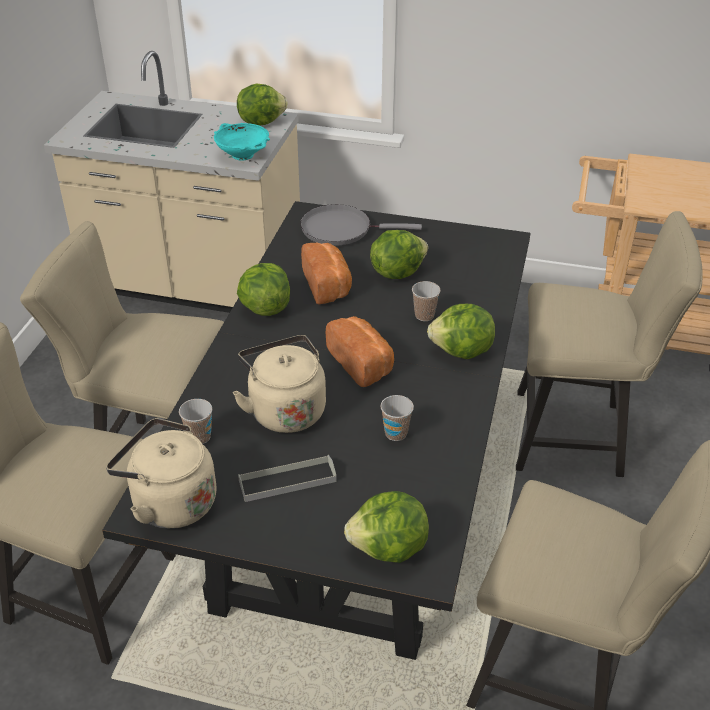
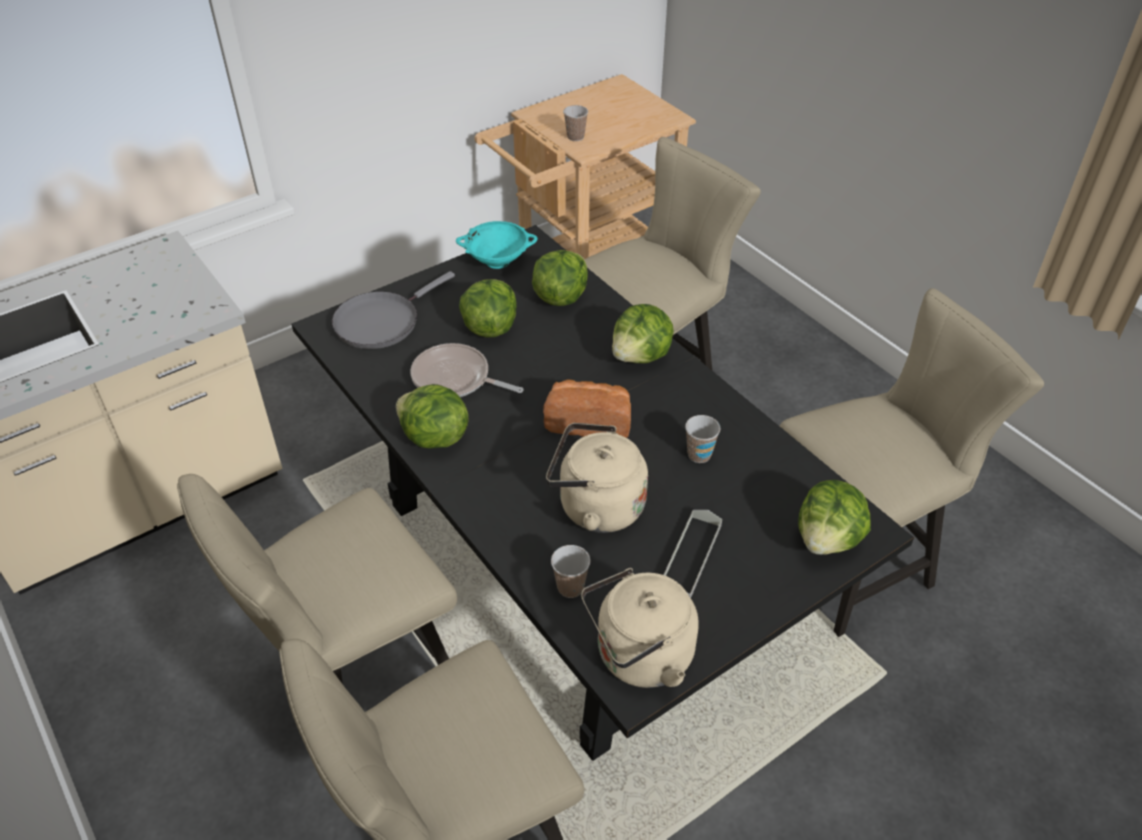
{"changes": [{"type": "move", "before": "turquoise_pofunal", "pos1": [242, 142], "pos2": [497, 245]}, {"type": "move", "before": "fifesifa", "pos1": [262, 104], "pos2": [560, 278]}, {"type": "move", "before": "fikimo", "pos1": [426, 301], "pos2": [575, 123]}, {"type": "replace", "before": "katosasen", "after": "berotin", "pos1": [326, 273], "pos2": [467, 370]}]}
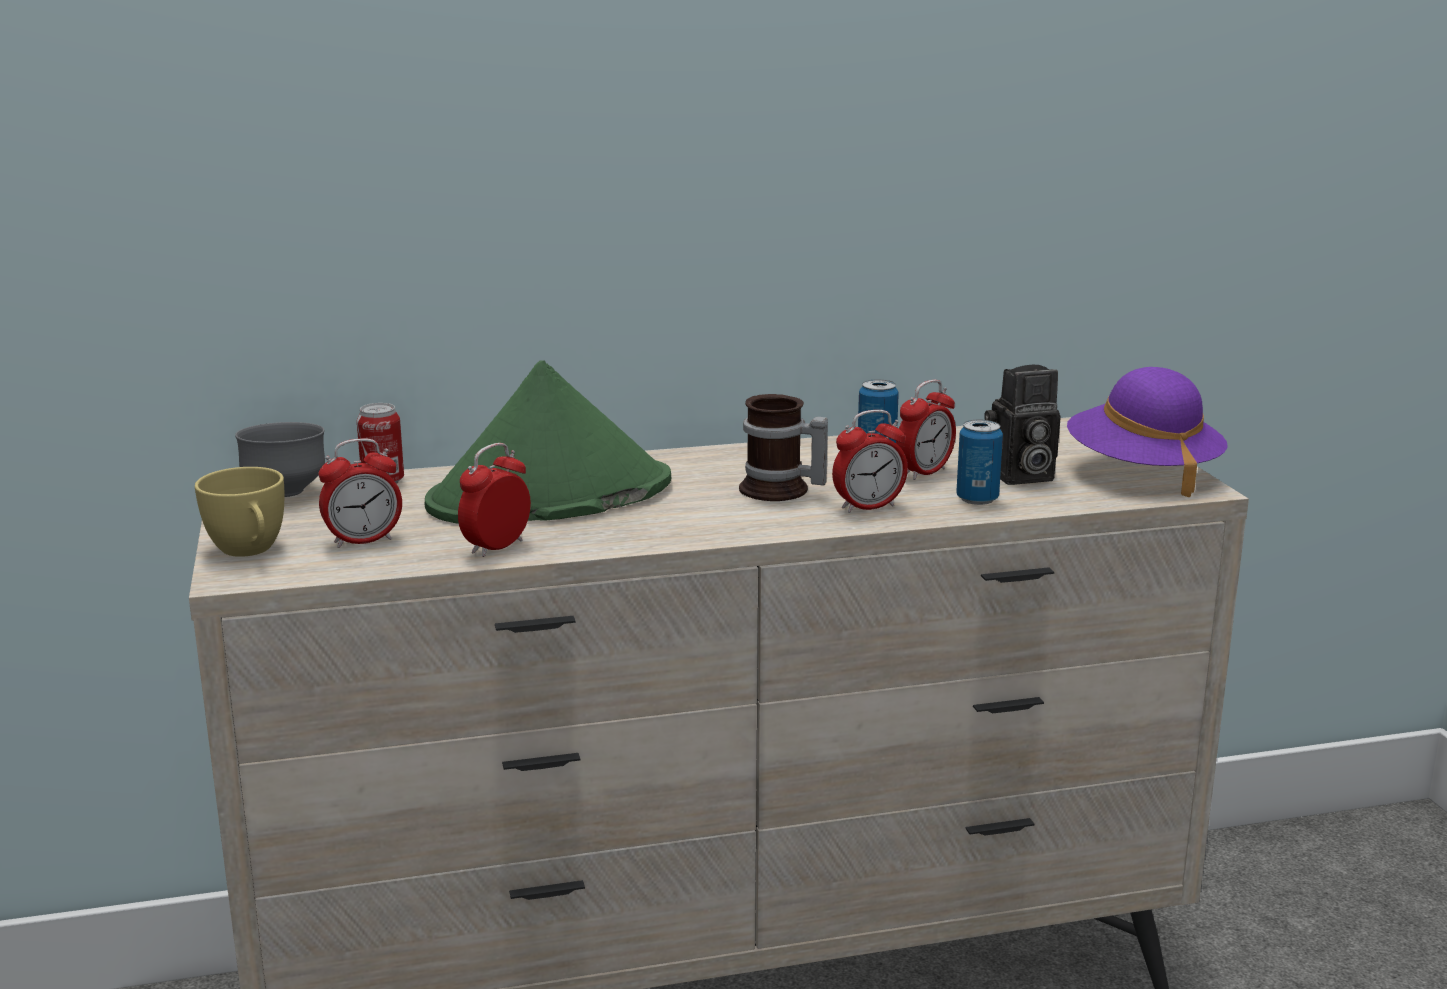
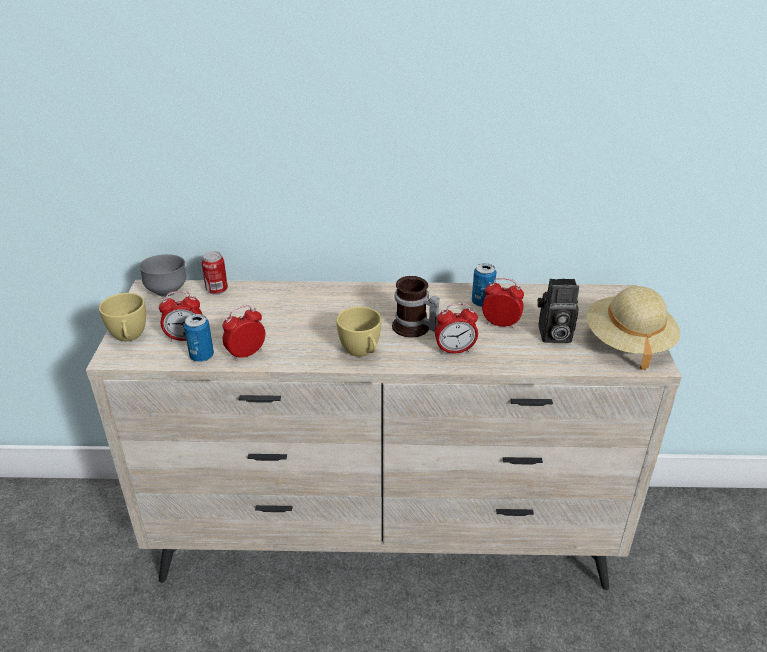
{"changes": [{"type": "delete", "before": "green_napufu", "pos1": [548, 442]}, {"type": "insert", "after": "yellow_fikimo", "pos2": [359, 331]}, {"type": "move", "before": "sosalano", "pos1": [979, 462], "pos2": [199, 338]}, {"type": "recolor", "before": "purple_napufu", "after": "beige_napufu", "pos1": [1147, 432], "pos2": [633, 328]}, {"type": "rotate", "before": "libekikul", "pos1": [926, 430], "pos2": [503, 303], "turn": -135}]}
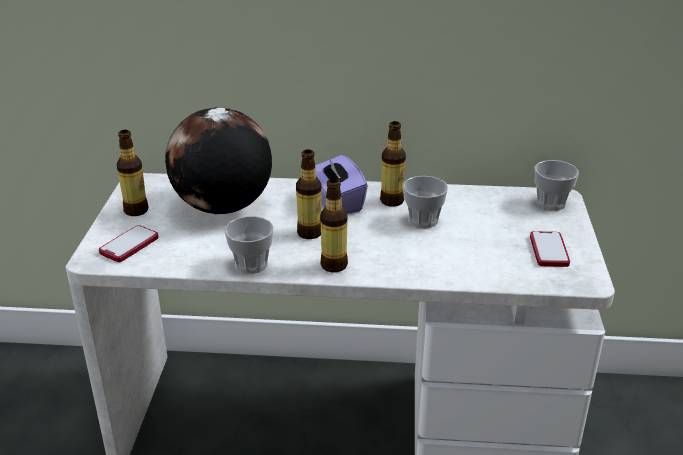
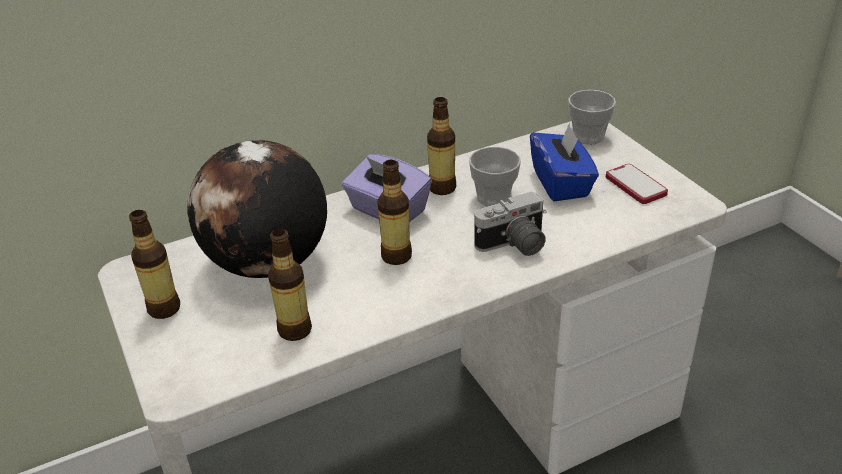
{"changes": [{"type": "delete", "before": "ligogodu", "pos1": [129, 243]}, {"type": "delete", "before": "fikimo", "pos1": [249, 245]}, {"type": "insert", "after": "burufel", "pos2": [510, 223]}, {"type": "insert", "after": "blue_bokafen", "pos2": [564, 162]}, {"type": "move", "before": "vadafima", "pos1": [334, 225], "pos2": [290, 285]}]}
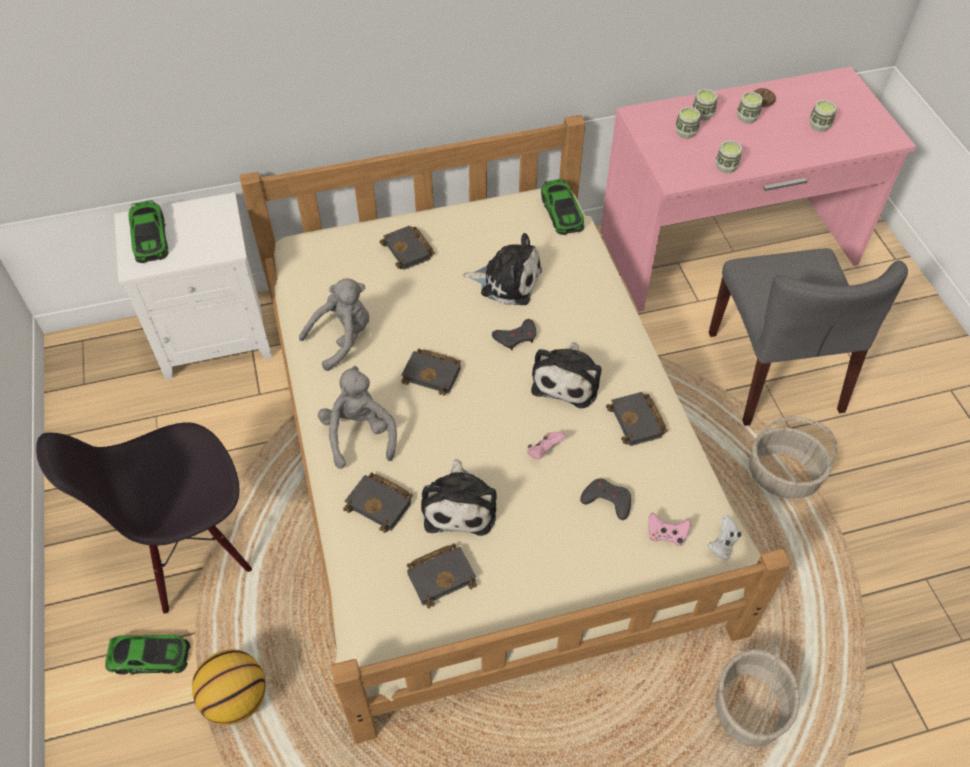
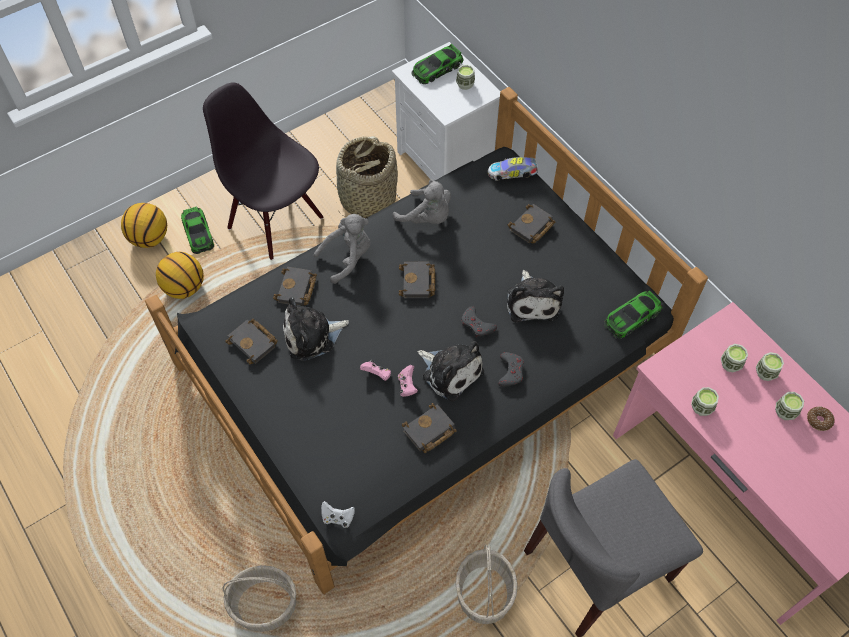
{"changes": [{"type": "insert", "after": "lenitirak", "pos2": [144, 225]}, {"type": "insert", "after": "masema", "pos2": [367, 177]}, {"type": "insert", "after": "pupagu", "pos2": [513, 169]}, {"type": "move", "before": "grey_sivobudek", "pos1": [605, 499], "pos2": [511, 369]}, {"type": "move", "before": "pink_sivobudek", "pos1": [669, 529], "pos2": [408, 381]}, {"type": "move", "before": "fikimo", "pos1": [823, 116], "pos2": [465, 77]}, {"type": "recolor", "before": "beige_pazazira", "after": "black_pazazira", "pos1": [515, 429], "pos2": [426, 340]}, {"type": "rotate", "before": "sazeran", "pos1": [566, 375], "pos2": [450, 371], "turn": -135}]}
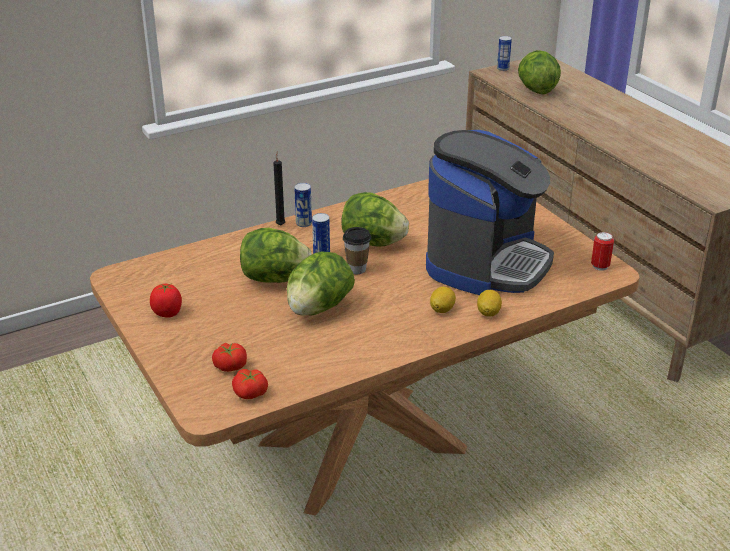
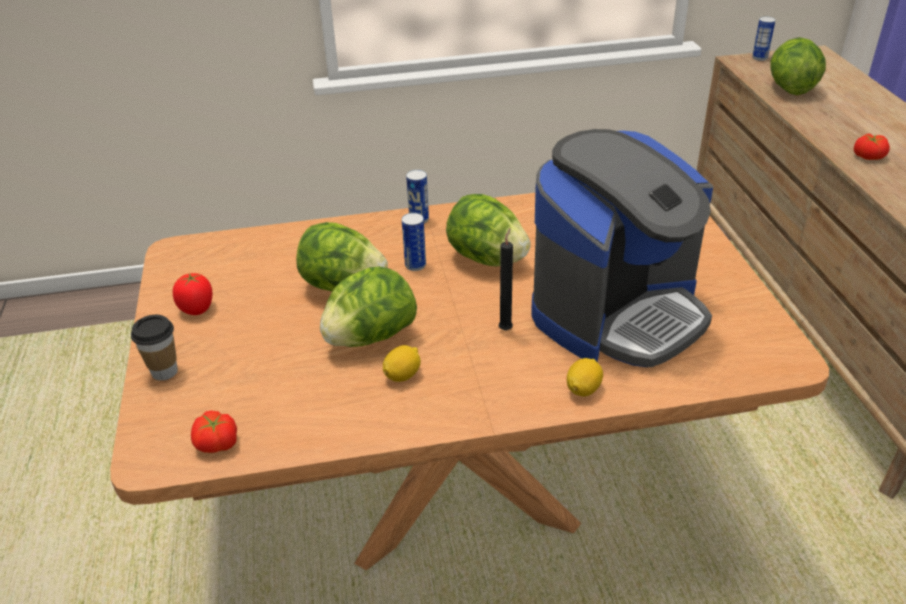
{"changes": [{"type": "delete", "before": "sosalano", "pos1": [602, 251]}, {"type": "move", "before": "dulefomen", "pos1": [229, 357], "pos2": [872, 147]}, {"type": "move", "before": "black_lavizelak", "pos1": [279, 188], "pos2": [506, 279]}, {"type": "move", "before": "fikimo", "pos1": [357, 250], "pos2": [154, 348]}, {"type": "move", "before": "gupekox", "pos1": [443, 300], "pos2": [402, 363]}]}
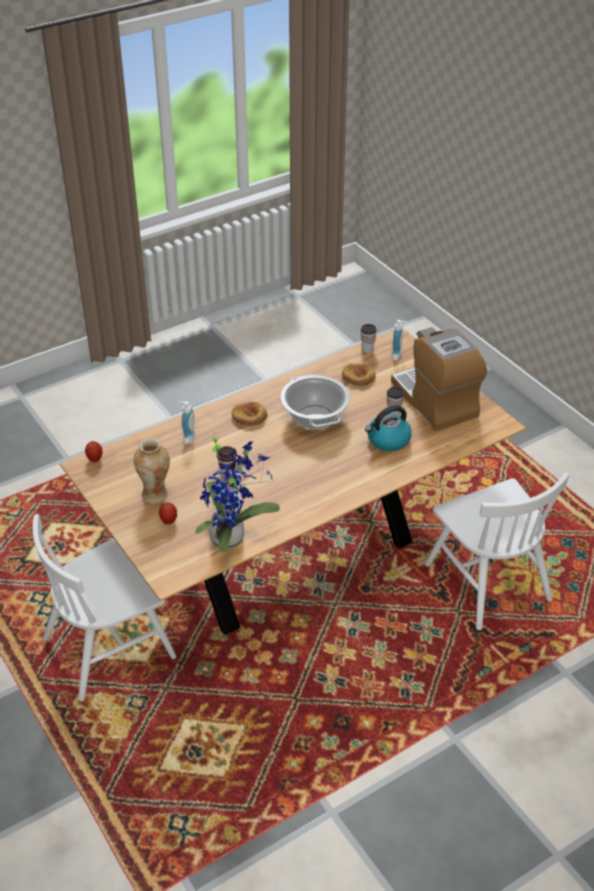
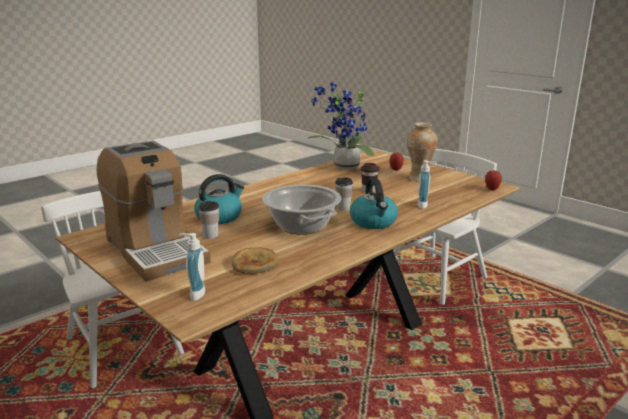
{"changes": [{"type": "move", "before": "fikimo", "pos1": [369, 338], "pos2": [344, 194]}, {"type": "replace", "before": "katosasen", "after": "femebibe", "pos1": [250, 414], "pos2": [374, 203]}]}
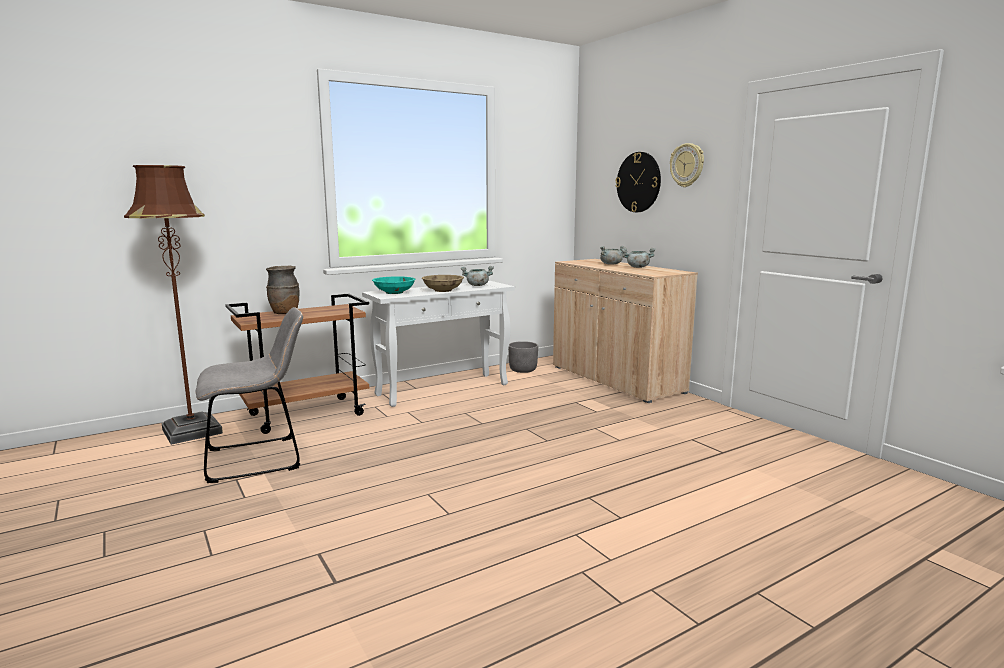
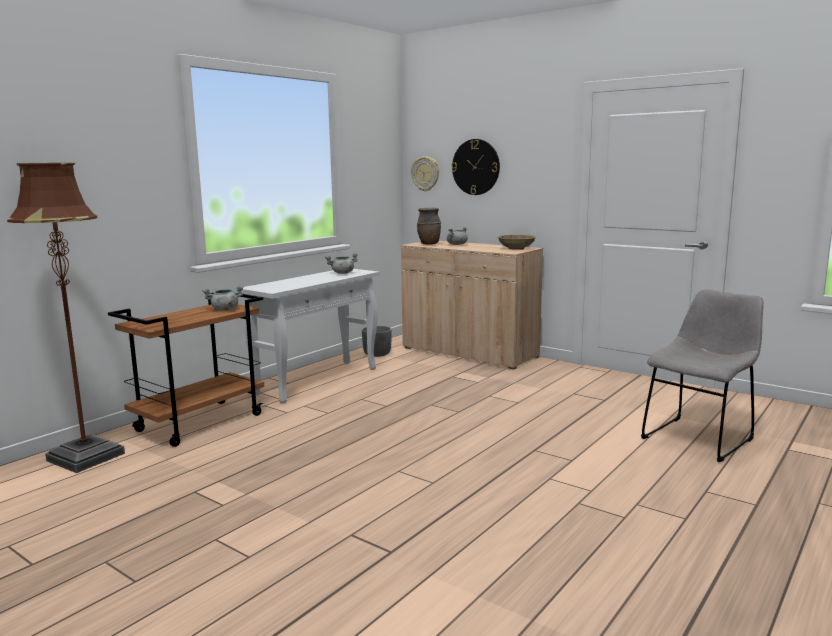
{"changes": [{"type": "delete", "before": "turquoise_pofunal", "pos1": [394, 285]}, {"type": "move", "before": "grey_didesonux", "pos1": [249, 395], "pos2": [702, 375]}, {"type": "move", "before": "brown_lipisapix", "pos1": [282, 290], "pos2": [429, 226]}, {"type": "move", "before": "beige_pofunal", "pos1": [443, 283], "pos2": [517, 242]}, {"type": "move", "before": "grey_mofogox", "pos1": [638, 258], "pos2": [222, 298]}, {"type": "move", "before": "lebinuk", "pos1": [687, 165], "pos2": [425, 174]}]}
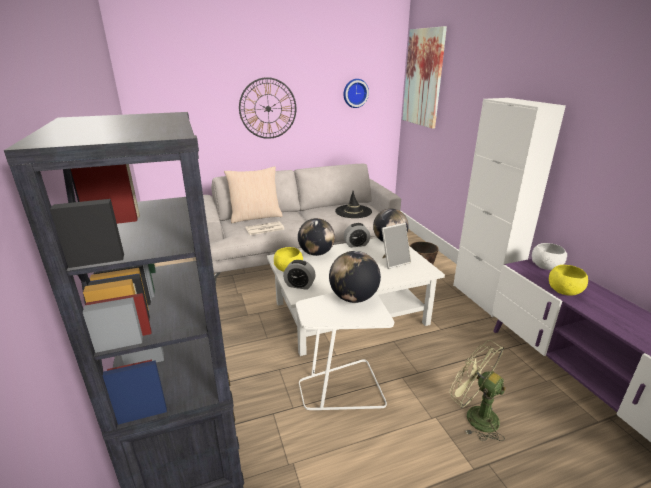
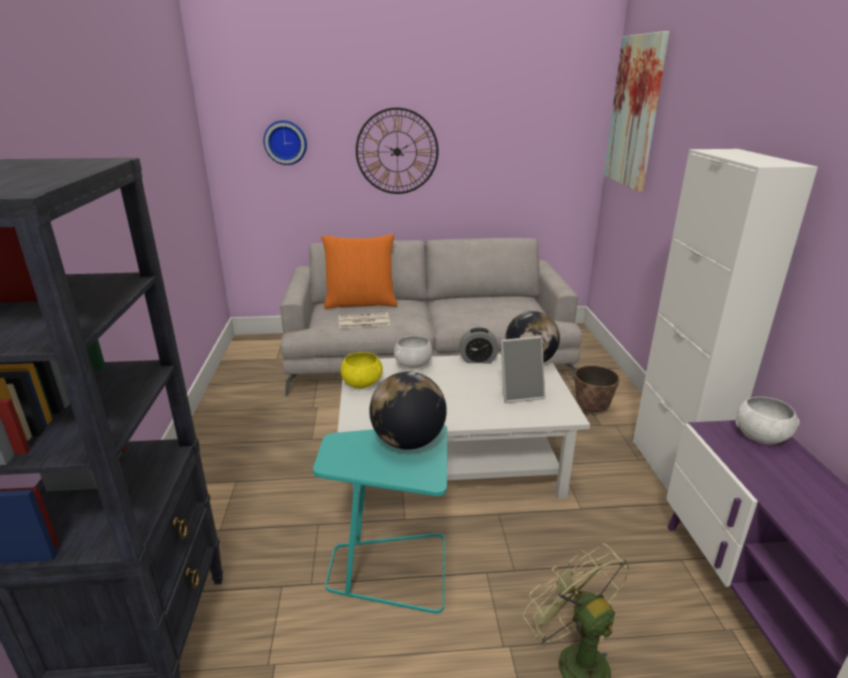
{"changes": [{"type": "delete", "before": "libekikul", "pos1": [299, 275]}, {"type": "delete", "before": "black_napufu", "pos1": [353, 204]}, {"type": "delete", "before": "yellow_pofunal", "pos1": [568, 280]}, {"type": "move", "before": "lebinuk", "pos1": [356, 93], "pos2": [285, 142]}, {"type": "replace", "before": "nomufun", "after": "white_pofunal", "pos1": [316, 237], "pos2": [413, 352]}, {"type": "recolor", "before": "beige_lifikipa", "after": "orange_lifikipa", "pos1": [253, 194], "pos2": [359, 271]}, {"type": "recolor", "before": "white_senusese", "after": "turquoise_senusese", "pos1": [345, 351], "pos2": [380, 519]}]}
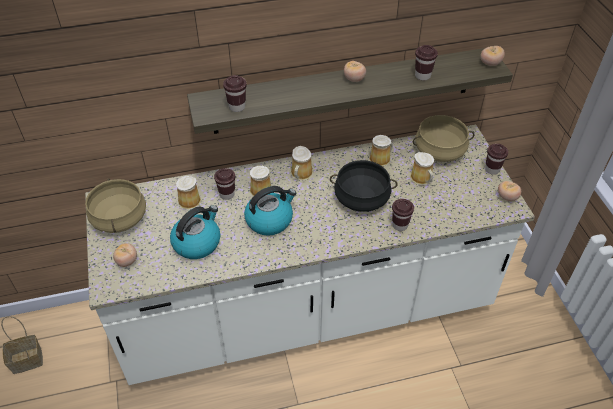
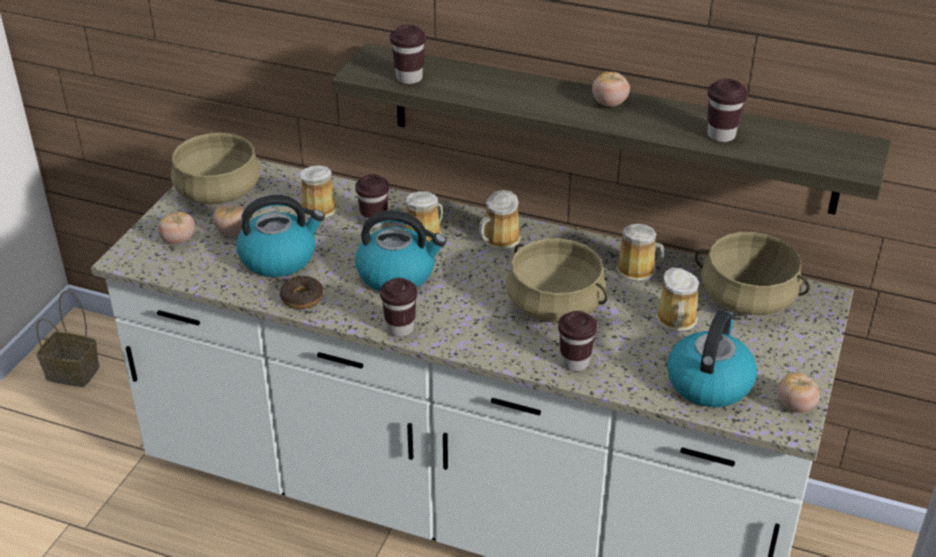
{"changes": [{"type": "insert", "after": "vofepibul", "pos2": [301, 292]}, {"type": "insert", "after": "femebibe", "pos2": [712, 358]}, {"type": "move", "before": "dulefomen", "pos1": [493, 56], "pos2": [231, 220]}, {"type": "move", "before": "brown_fikimo", "pos1": [496, 159], "pos2": [399, 307]}, {"type": "recolor", "before": "black_mofogox", "after": "beige_mofogox", "pos1": [364, 186], "pos2": [557, 280]}]}
